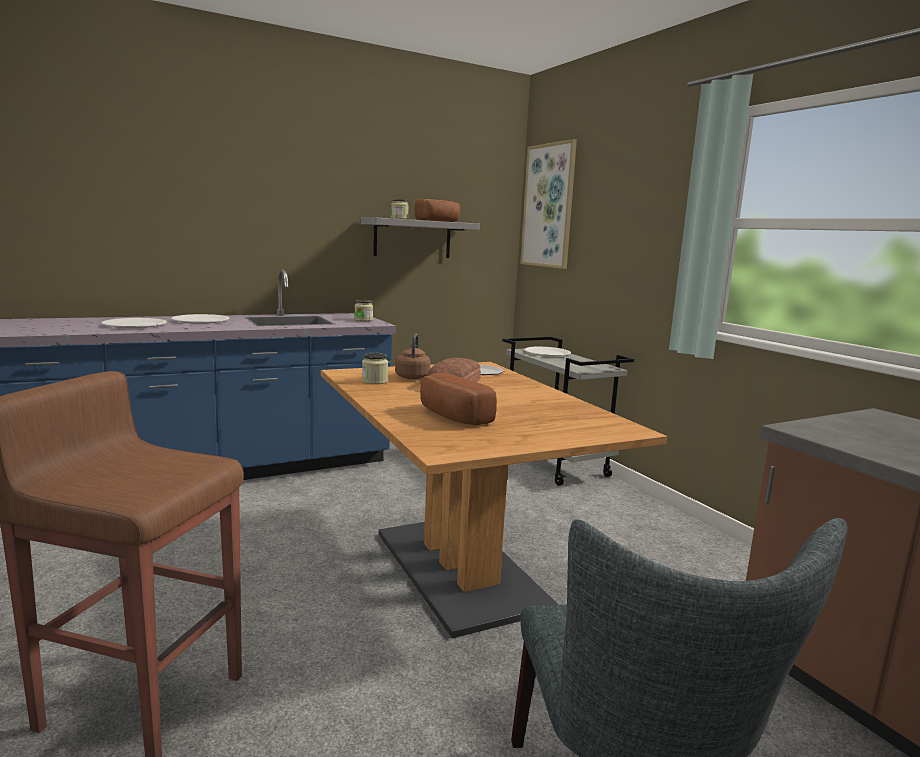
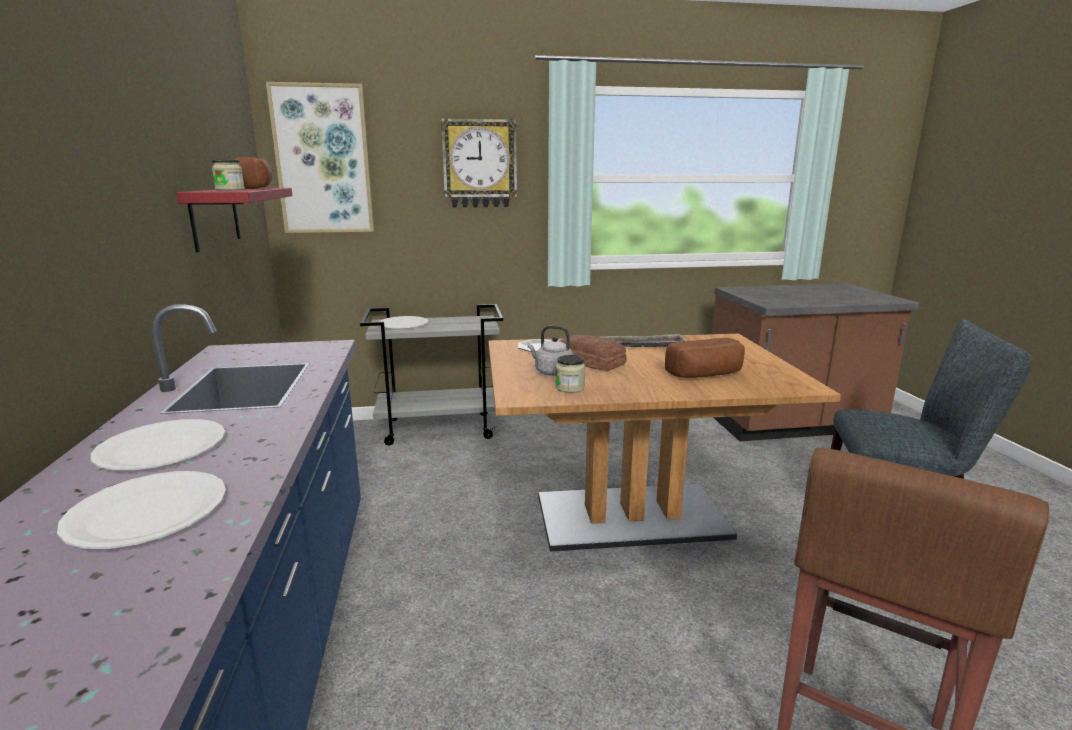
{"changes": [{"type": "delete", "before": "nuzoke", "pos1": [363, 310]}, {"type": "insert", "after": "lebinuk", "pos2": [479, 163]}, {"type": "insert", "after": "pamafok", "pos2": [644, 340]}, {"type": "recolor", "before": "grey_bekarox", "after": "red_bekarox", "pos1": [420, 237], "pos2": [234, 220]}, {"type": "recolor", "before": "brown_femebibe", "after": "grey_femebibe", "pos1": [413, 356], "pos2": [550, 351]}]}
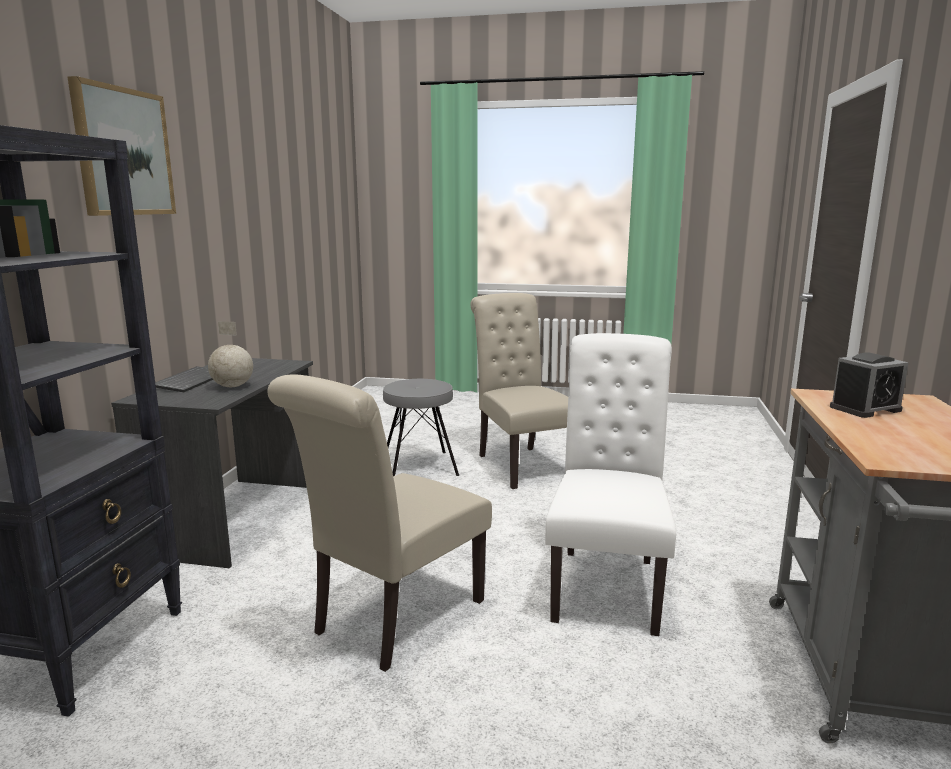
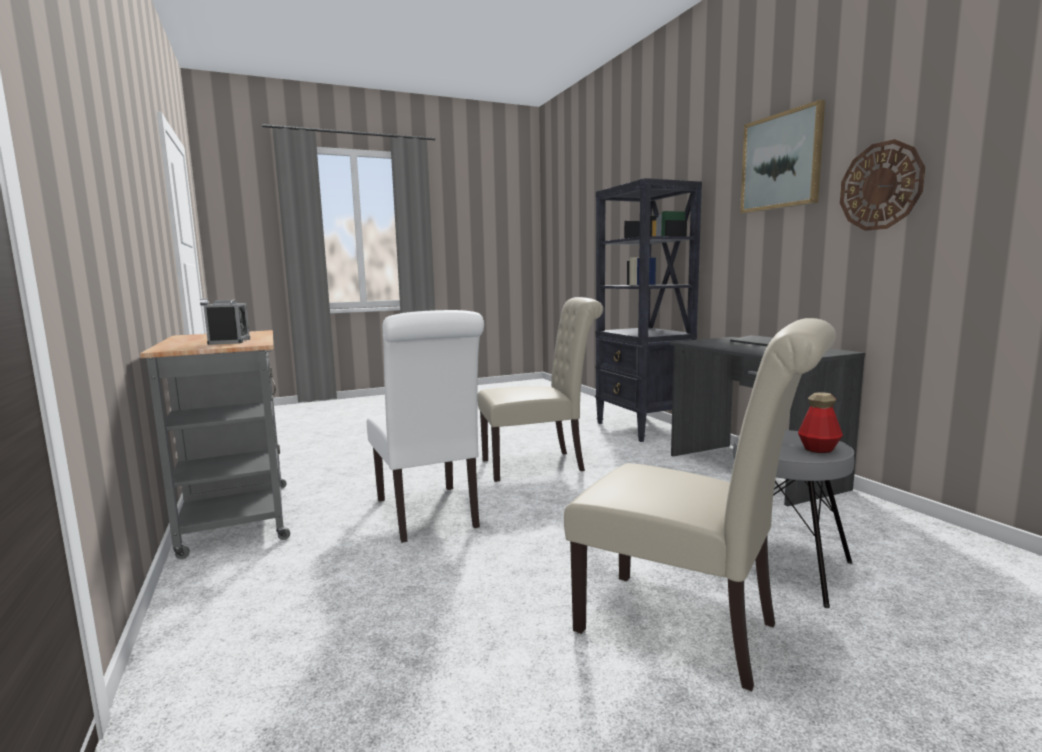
{"changes": [{"type": "delete", "before": "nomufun", "pos1": [230, 354]}, {"type": "insert", "after": "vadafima", "pos2": [820, 422]}, {"type": "insert", "after": "lebinuk", "pos2": [882, 185]}, {"type": "rotate", "before": "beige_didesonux", "pos1": [379, 523], "pos2": [540, 389], "turn": 75}, {"type": "rotate", "before": "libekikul", "pos1": [869, 385], "pos2": [226, 322], "turn": 135}]}
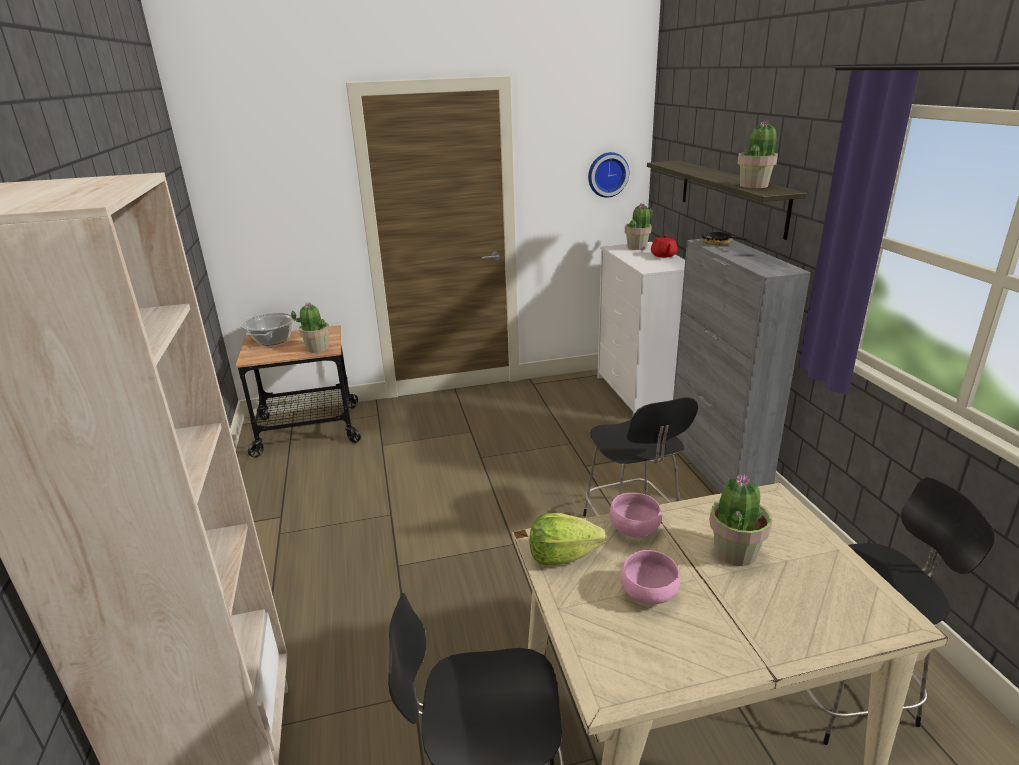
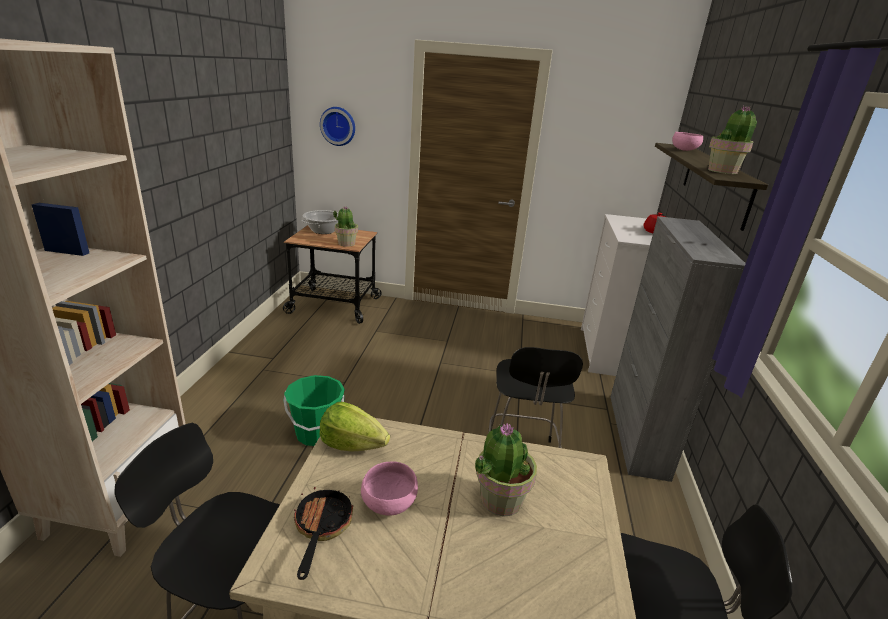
{"changes": [{"type": "delete", "before": "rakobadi", "pos1": [639, 226]}, {"type": "insert", "after": "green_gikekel", "pos2": [314, 410]}, {"type": "move", "before": "lebinuk", "pos1": [608, 175], "pos2": [337, 126]}, {"type": "move", "before": "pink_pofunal", "pos1": [636, 515], "pos2": [687, 141]}, {"type": "move", "before": "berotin", "pos1": [724, 235], "pos2": [323, 533]}]}
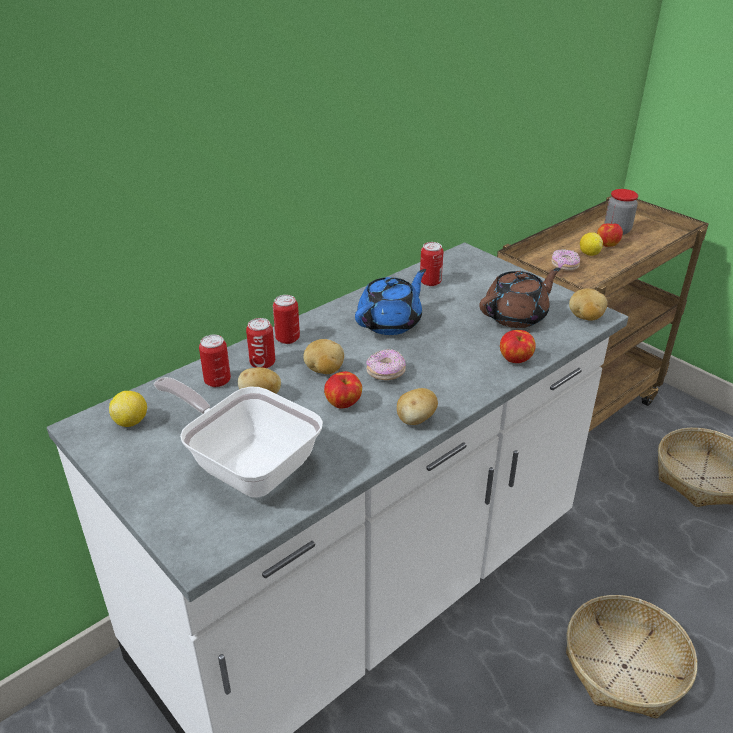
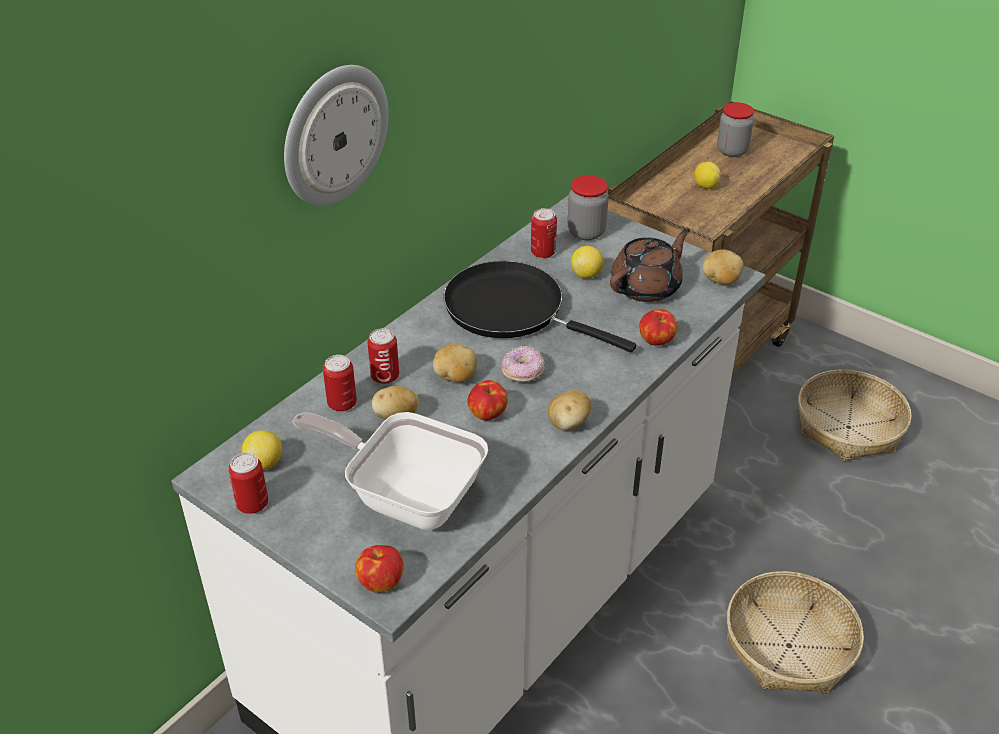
{"changes": [{"type": "delete", "before": "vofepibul", "pos1": [565, 260]}, {"type": "insert", "after": "lebinuk", "pos2": [336, 135]}, {"type": "insert", "after": "nuzoke", "pos2": [588, 207]}, {"type": "insert", "after": "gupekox", "pos2": [587, 262]}, {"type": "move", "before": "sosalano", "pos1": [286, 319], "pos2": [248, 483]}, {"type": "move", "before": "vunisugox", "pos1": [610, 235], "pos2": [379, 569]}, {"type": "replace", "before": "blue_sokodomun", "after": "black_berotin", "pos1": [390, 302], "pos2": [540, 306]}]}
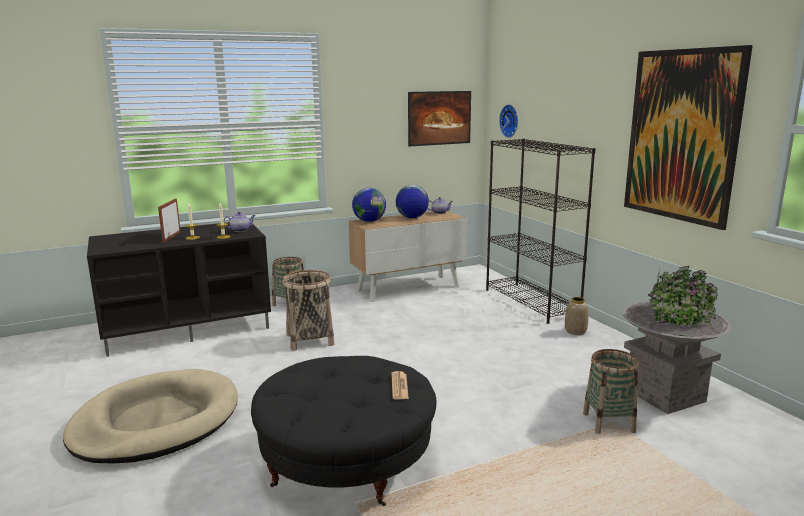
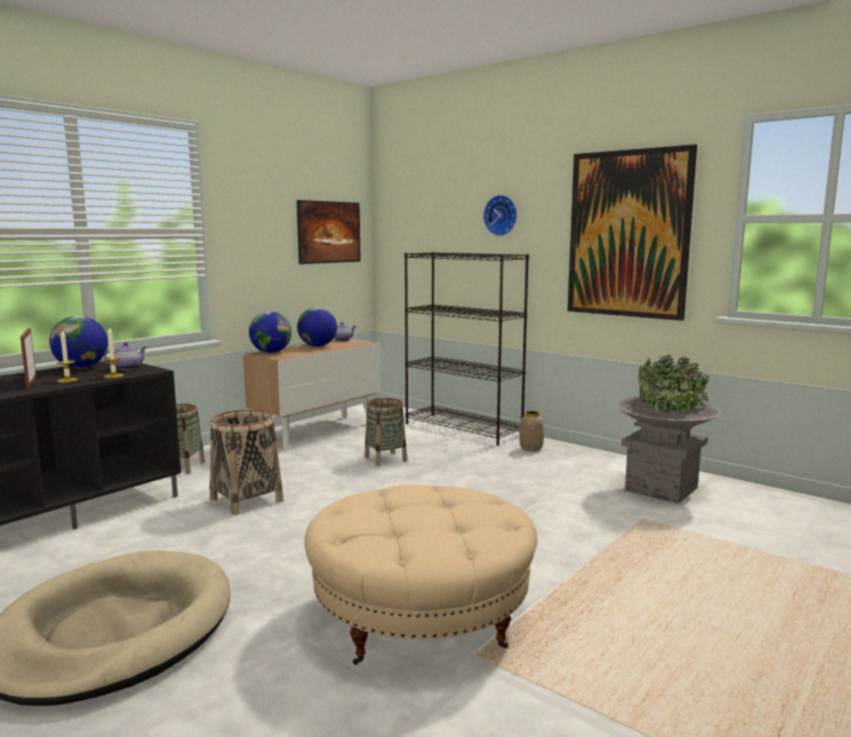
{"changes": [{"type": "delete", "before": "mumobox", "pos1": [400, 385]}, {"type": "insert", "after": "nomufun", "pos2": [78, 342]}, {"type": "move", "before": "lebinuk", "pos1": [508, 121], "pos2": [500, 215]}, {"type": "move", "before": "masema", "pos1": [611, 391], "pos2": [385, 432]}, {"type": "recolor", "before": "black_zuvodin", "after": "beige_zuvodin", "pos1": [344, 431], "pos2": [421, 575]}]}
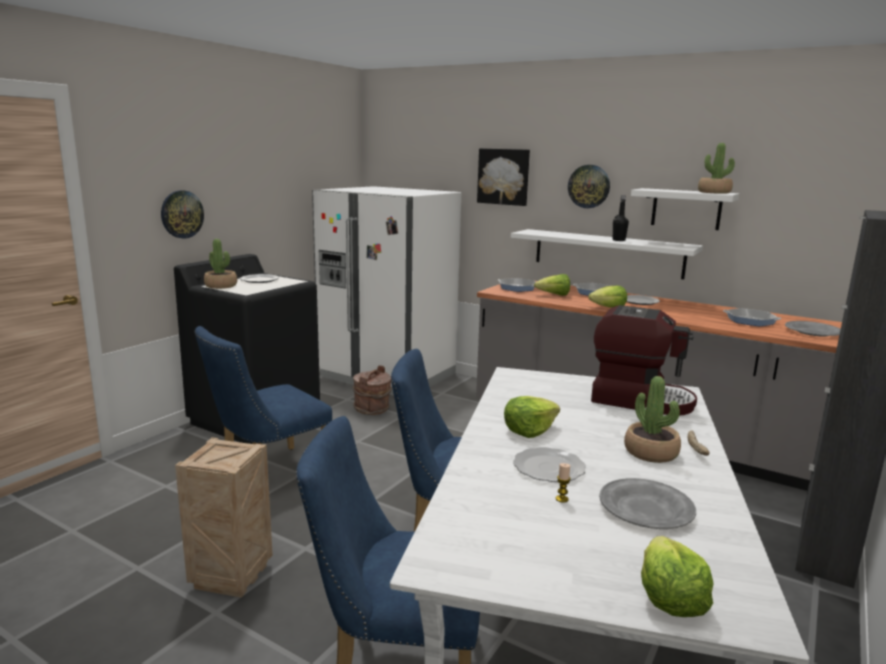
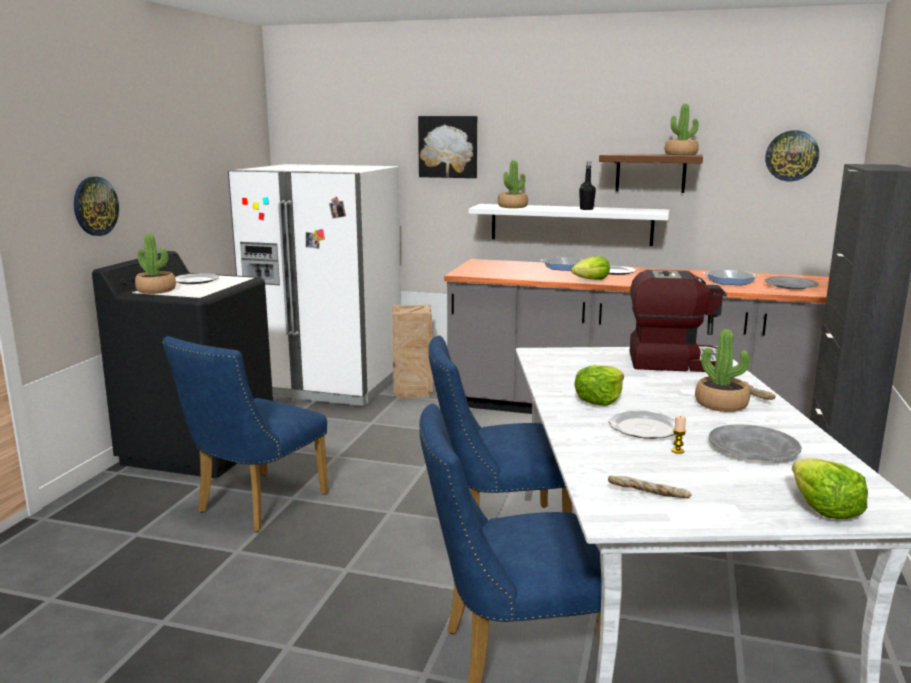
{"changes": [{"type": "delete", "before": "brown_gikekel", "pos1": [372, 390]}, {"type": "delete", "before": "berotin", "pos1": [516, 285]}, {"type": "delete", "before": "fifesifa", "pos1": [552, 285]}, {"type": "insert", "after": "rakobadi", "pos2": [513, 184]}, {"type": "insert", "after": "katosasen", "pos2": [649, 487]}, {"type": "move", "before": "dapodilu", "pos1": [224, 517], "pos2": [412, 351]}, {"type": "move", "before": "lebinuk", "pos1": [589, 186], "pos2": [792, 155]}, {"type": "recolor", "before": "white_bekarox", "after": "brown_bekarox", "pos1": [685, 209], "pos2": [651, 173]}]}
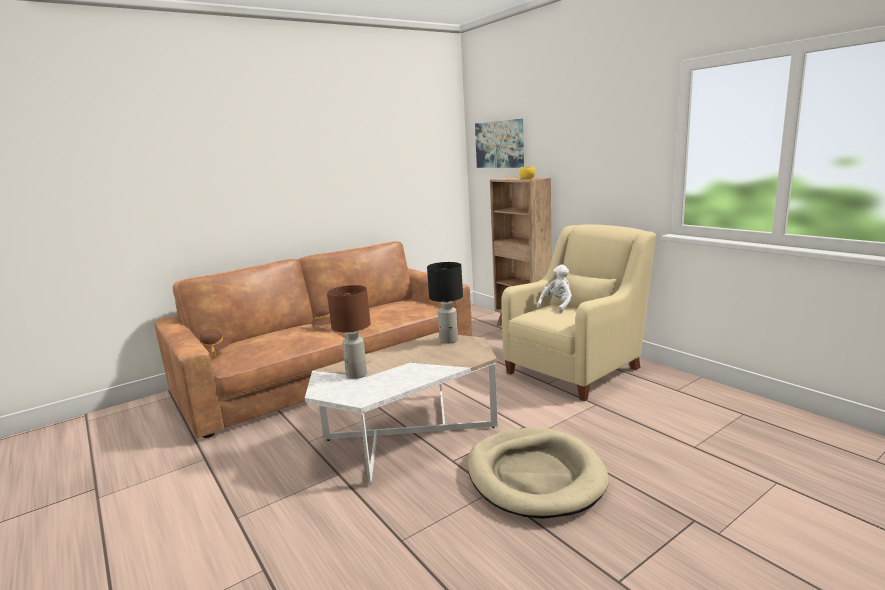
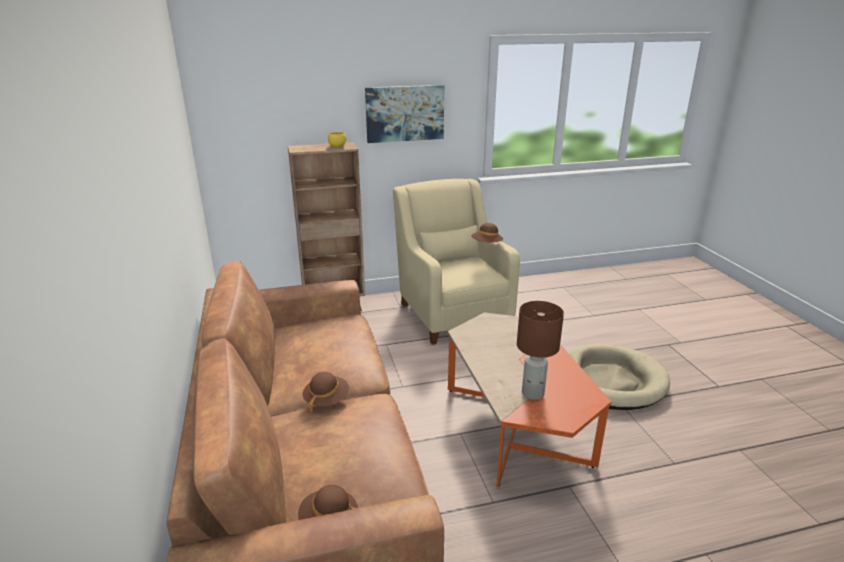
{"changes": [{"type": "delete", "before": "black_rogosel", "pos1": [445, 303]}, {"type": "delete", "before": "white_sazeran", "pos1": [554, 288]}, {"type": "insert", "after": "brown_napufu", "pos2": [487, 233]}, {"type": "move", "before": "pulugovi", "pos1": [499, 143], "pos2": [405, 114]}, {"type": "recolor", "before": "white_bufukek", "after": "orange_bufukek", "pos1": [401, 409], "pos2": [529, 400]}]}
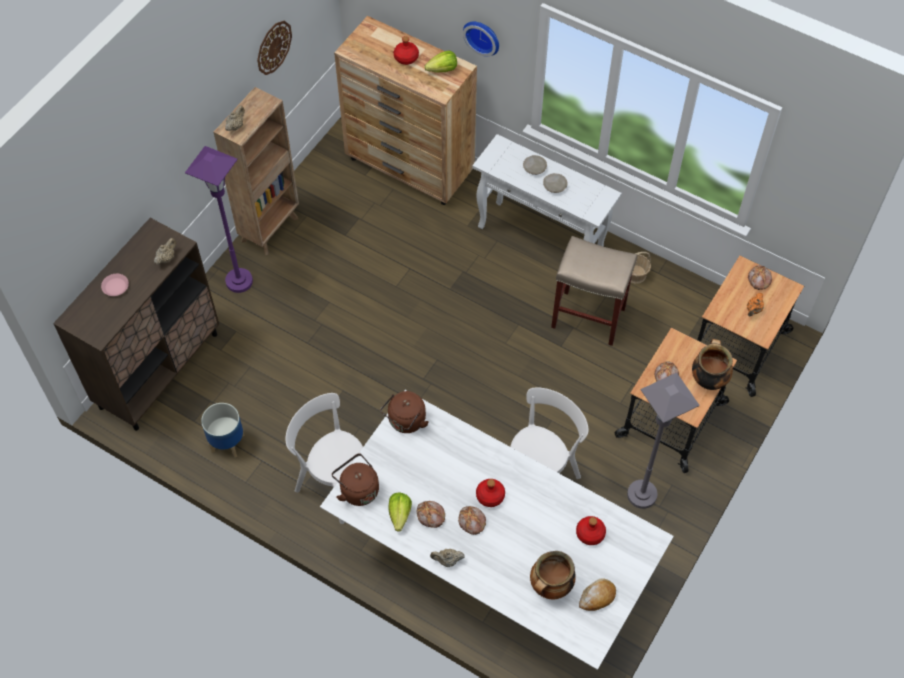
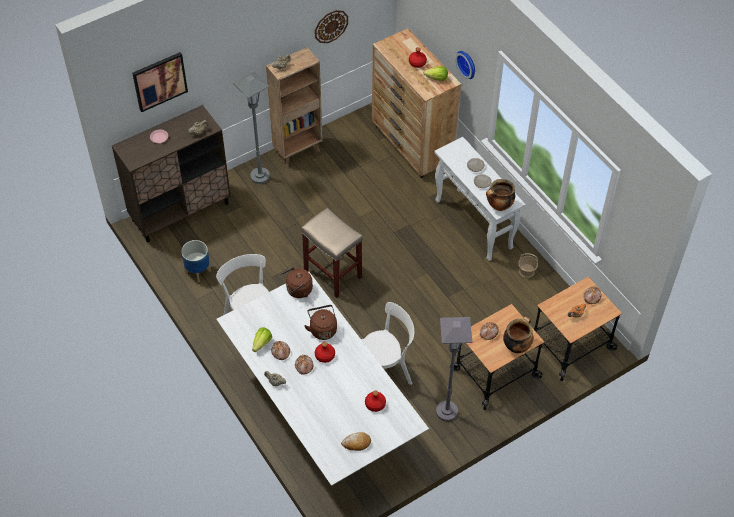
{"changes": [{"type": "insert", "after": "pulugovi", "pos2": [160, 82]}, {"type": "move", "before": "brown_femebibe", "pos1": [355, 479], "pos2": [320, 322]}, {"type": "move", "before": "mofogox", "pos1": [553, 575], "pos2": [500, 195]}, {"type": "move", "before": "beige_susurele", "pos1": [594, 291], "pos2": [332, 253]}, {"type": "recolor", "before": "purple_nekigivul", "after": "grey_nekigivul", "pos1": [219, 219], "pos2": [251, 128]}]}
